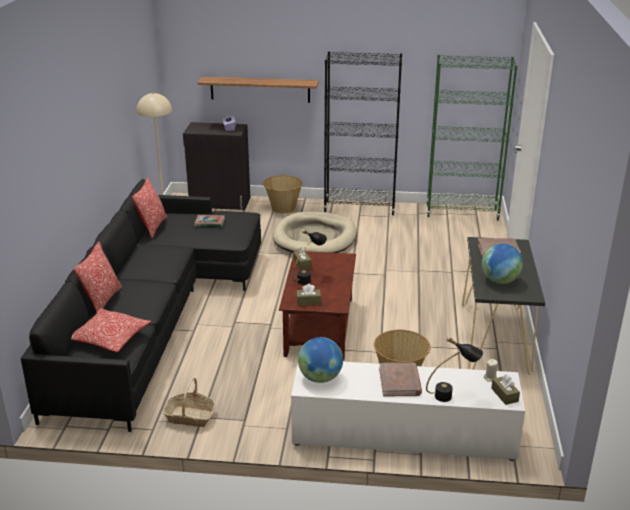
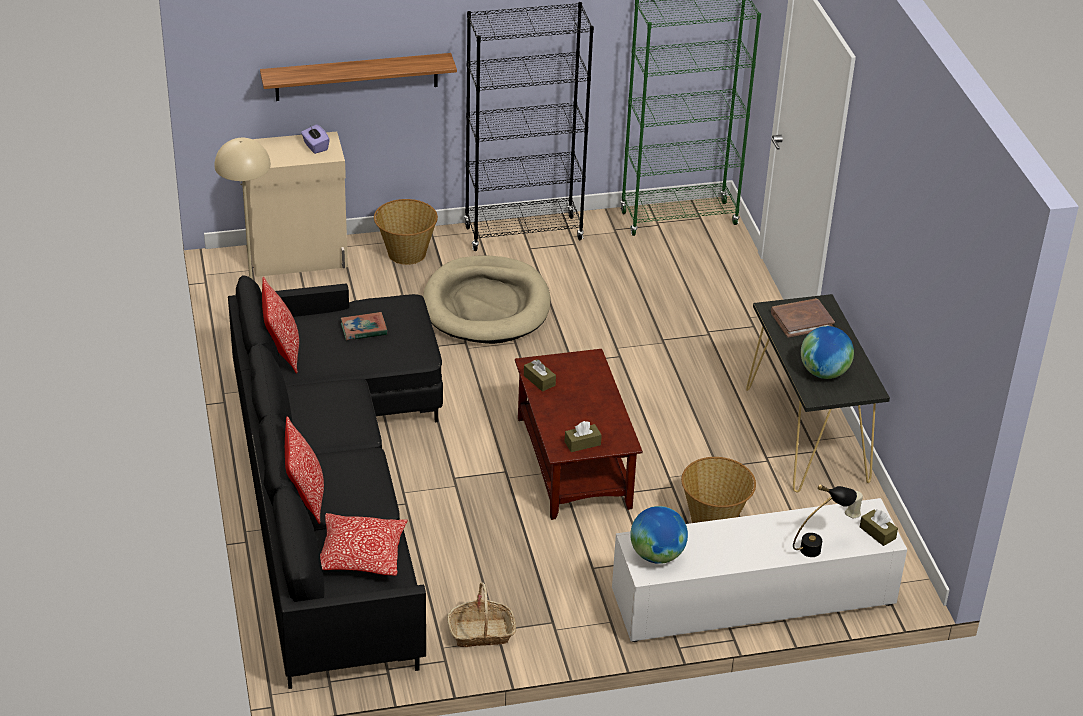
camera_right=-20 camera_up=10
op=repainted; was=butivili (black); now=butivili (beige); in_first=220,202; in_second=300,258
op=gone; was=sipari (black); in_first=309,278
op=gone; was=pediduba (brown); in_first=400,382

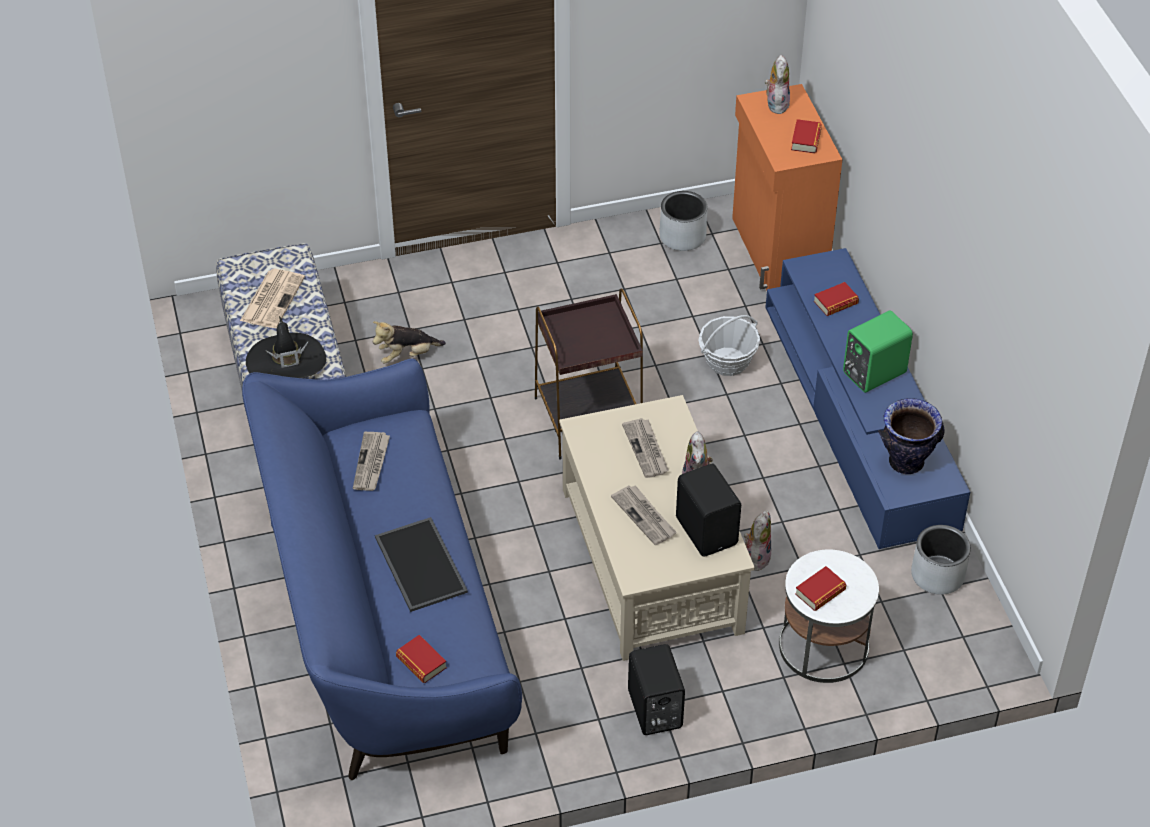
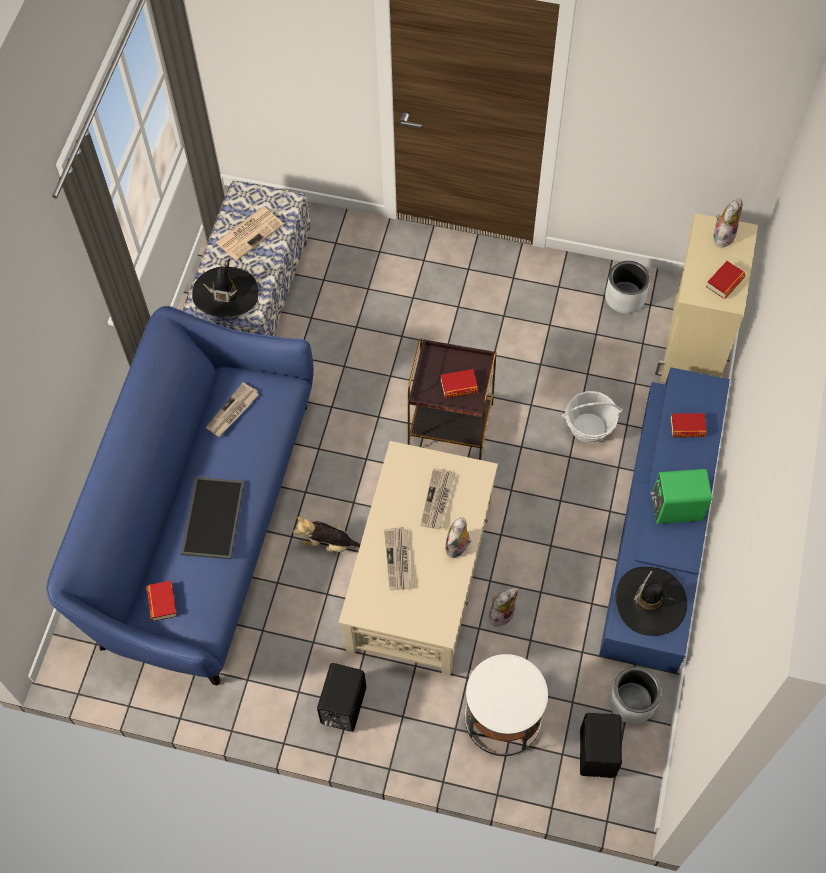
camera_right=30 camera_up=15
op=shifted; was=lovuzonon; in_first=407,355; in_second=329,543
op=shifted; was=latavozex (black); in_first=707,530; in_second=599,752
op=repainted; was=butivili (orange); now=butivili (beige); in_first=777,251; in_second=692,344
op=shifted; was=pediduba; in_first=820,592; in_second=459,386
op=swapped; was=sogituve; now=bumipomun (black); in_first=906,462; in_second=650,602

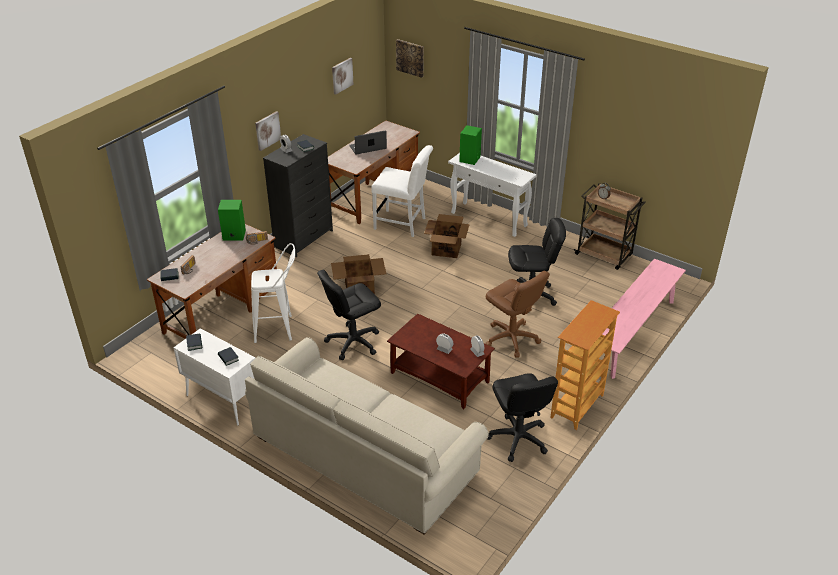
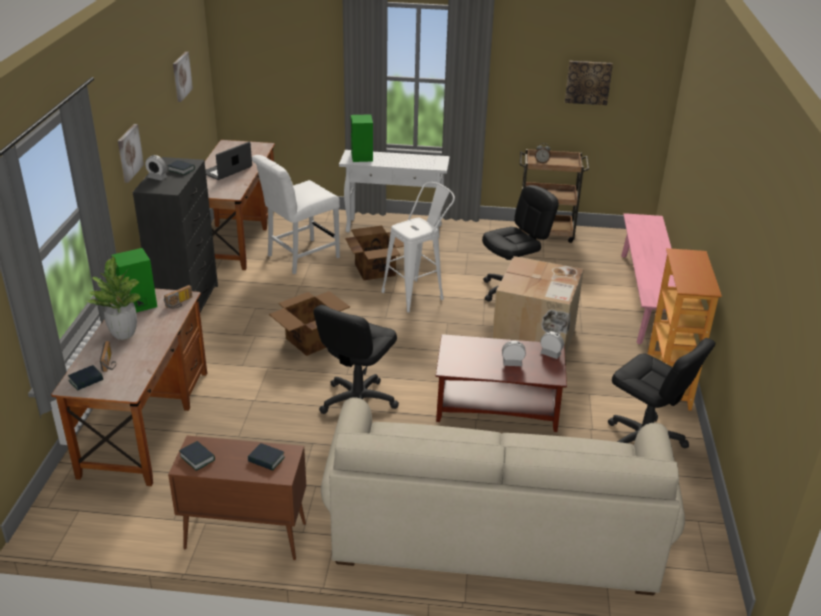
camera_right=-30 camera_up=-5
op=repainted; was=butivili (white); now=butivili (brown); in_first=222,401; in_second=244,536
op=shifted; was=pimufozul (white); in_first=279,329; in_second=418,294
op=rotated; was=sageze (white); in_first=402,224; in_second=299,257; clockwise=150
op=shifted; was=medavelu; in_first=410,57; in_second=588,82
op=swapped; was=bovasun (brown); now=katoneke; in_first=511,339; in_second=534,340
op=new; now=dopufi; in_second=124,334

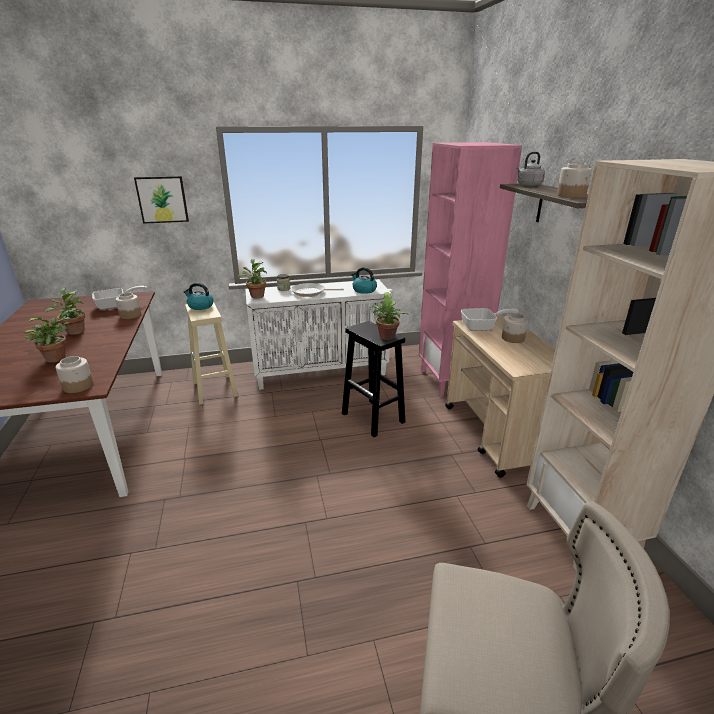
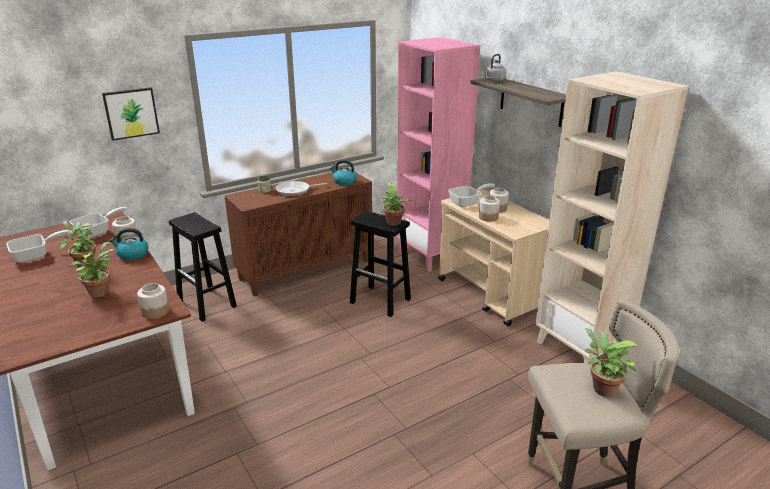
camera_right=-20 camera_up=0
op=shifted; was=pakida; in_first=200,306; in_second=132,254
op=repainted; was=pimufozul (beige); now=pimufozul (black); in_first=215,389; in_second=207,304
op=shifted; was=dopufi; in_first=256,295; in_second=601,388
op=repainted; was=butivili (white); now=butivili (brown); in_first=321,372; in_second=306,269
op=shifted; was=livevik; in_first=571,196; in_second=488,217
op=new; now=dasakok; in_second=36,255

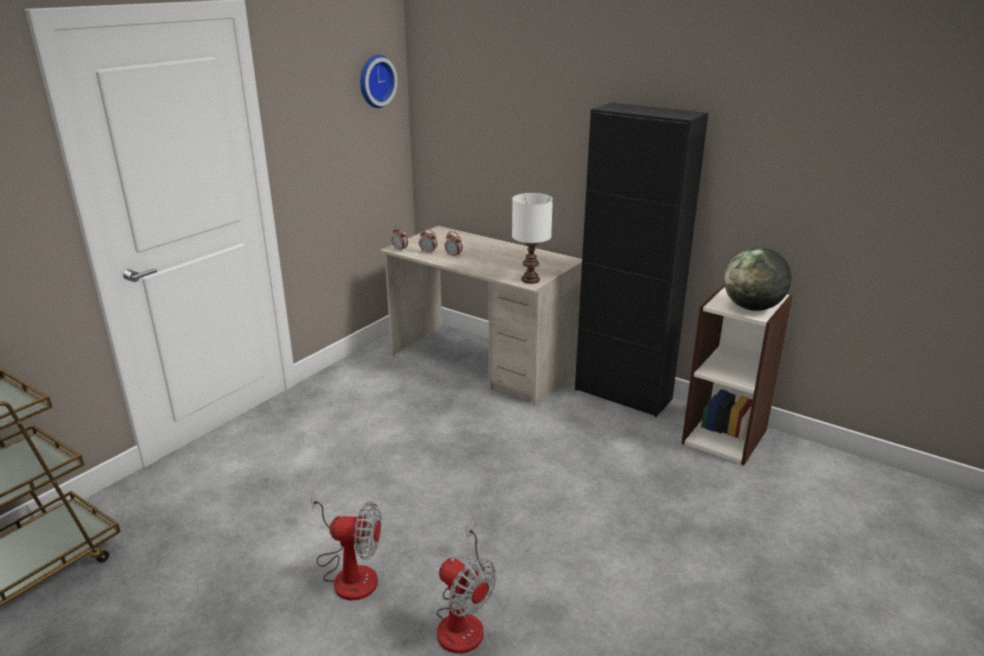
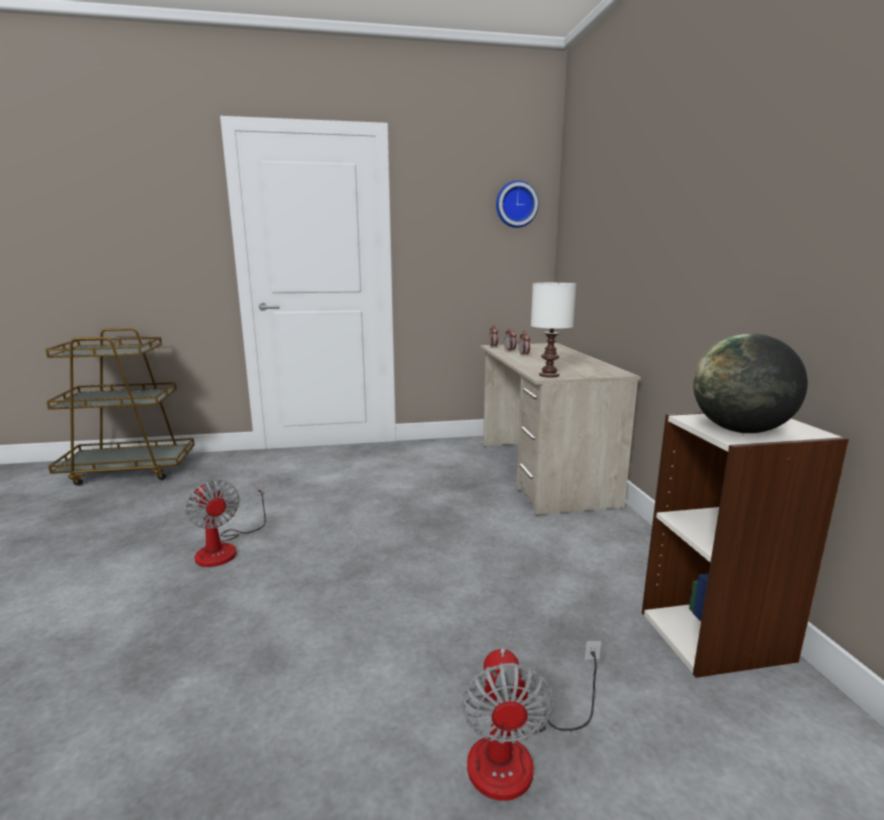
camera_right=45 camera_up=-10
op=shifted; was=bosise; in_first=463,619; in_second=518,753
op=gone; was=butivili (black); in_first=623,394

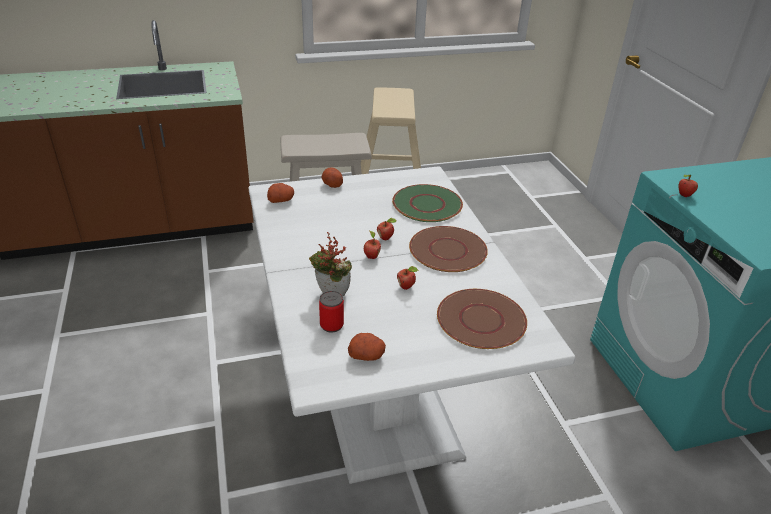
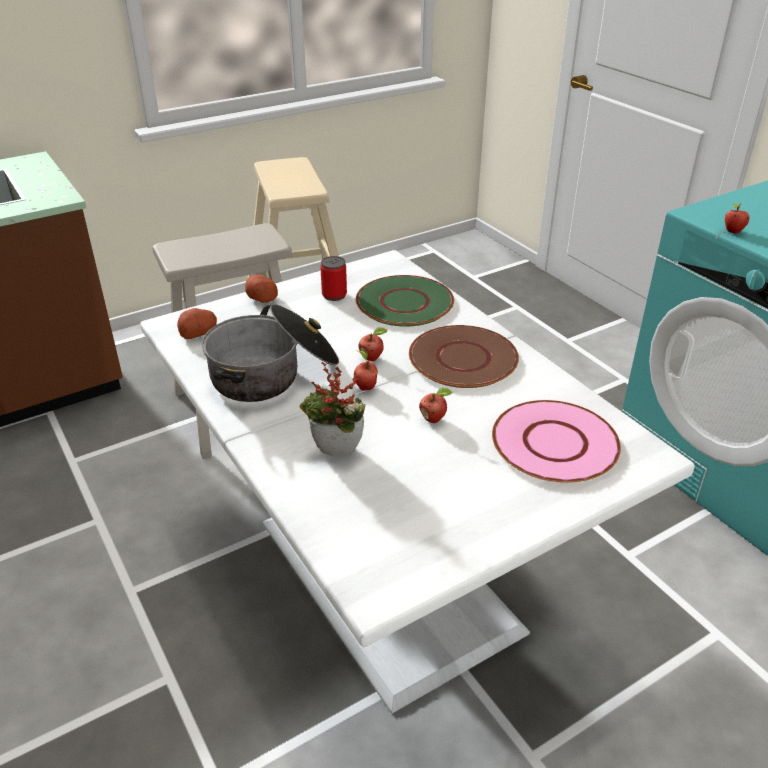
camera_right=-15 camera_up=0
op=shifted; was=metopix; in_first=331,325; in_second=334,295
op=gone; was=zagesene; in_first=367,355
op=repainted; was=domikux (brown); now=domikux (pink); in_first=481,320; in_second=555,443
op=new; now=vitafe; in_second=274,373

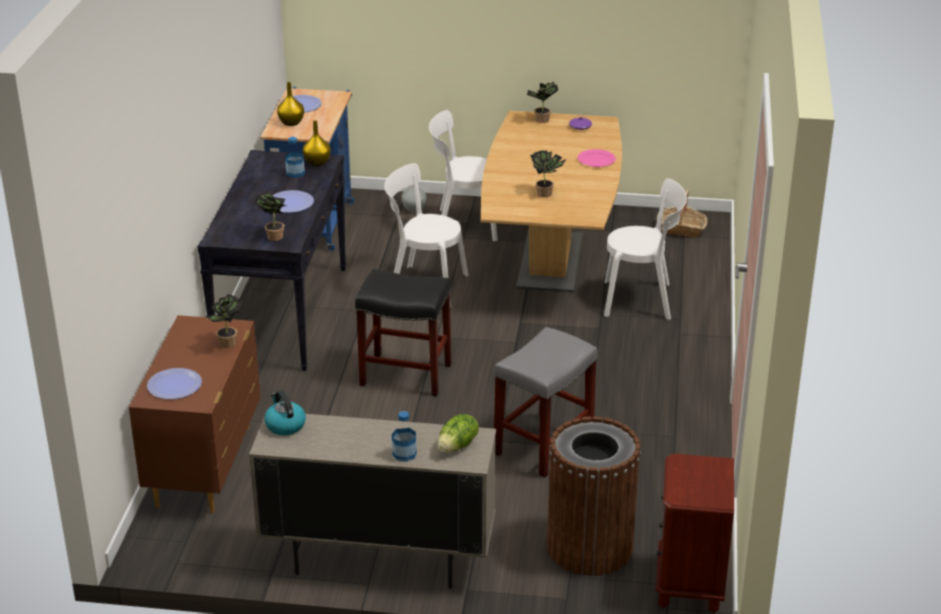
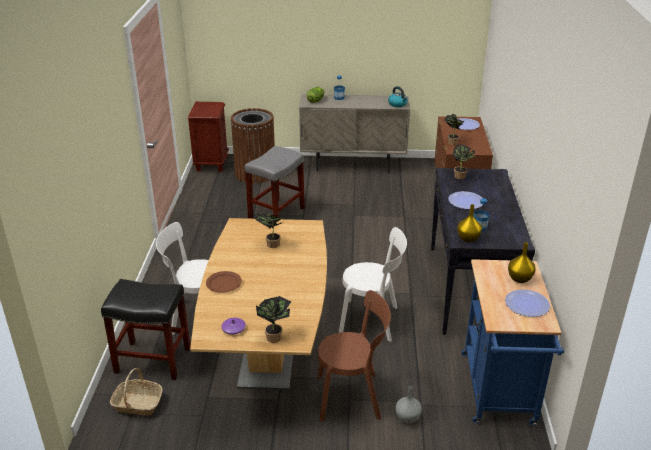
camera_right=175 camera_up=0
op=shifted; was=pimufozul (black); in_first=407,374; in_second=152,360
op=repainted; was=sageze (white); now=sageze (brown); in_first=463,224; in_second=352,397
op=repainted; was=domikux (pink); now=domikux (brown); in_first=596,160; in_second=224,283

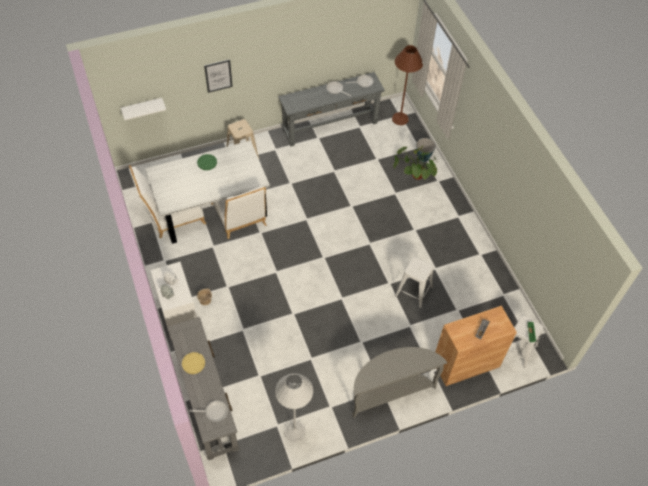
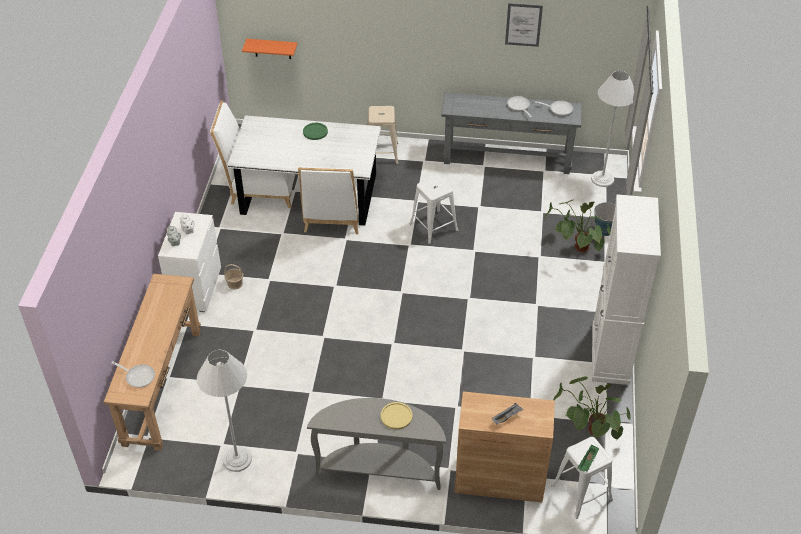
camera_right=30 camera_up=-10
op=repainted; was=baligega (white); now=baligega (orange); in_first=142,108; in_second=272,48
op=repainted; was=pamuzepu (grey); now=pamuzepu (brown); in_first=207,401; in_second=163,386
op=shifted; was=domikux (yellow); in_first=193,363; in_second=396,416
op=shifted; was=medavelu; in_first=218,76; in_second=523,24
op=repainted; was=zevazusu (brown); now=zevazusu (white); in_first=400,119; in_second=602,179
op=shifted; was=pimufozul (white); in_first=413,291; in_second=433,227
op=new; now=dopufi; in_second=588,432
op=new; now=butivili (white); in_second=610,354

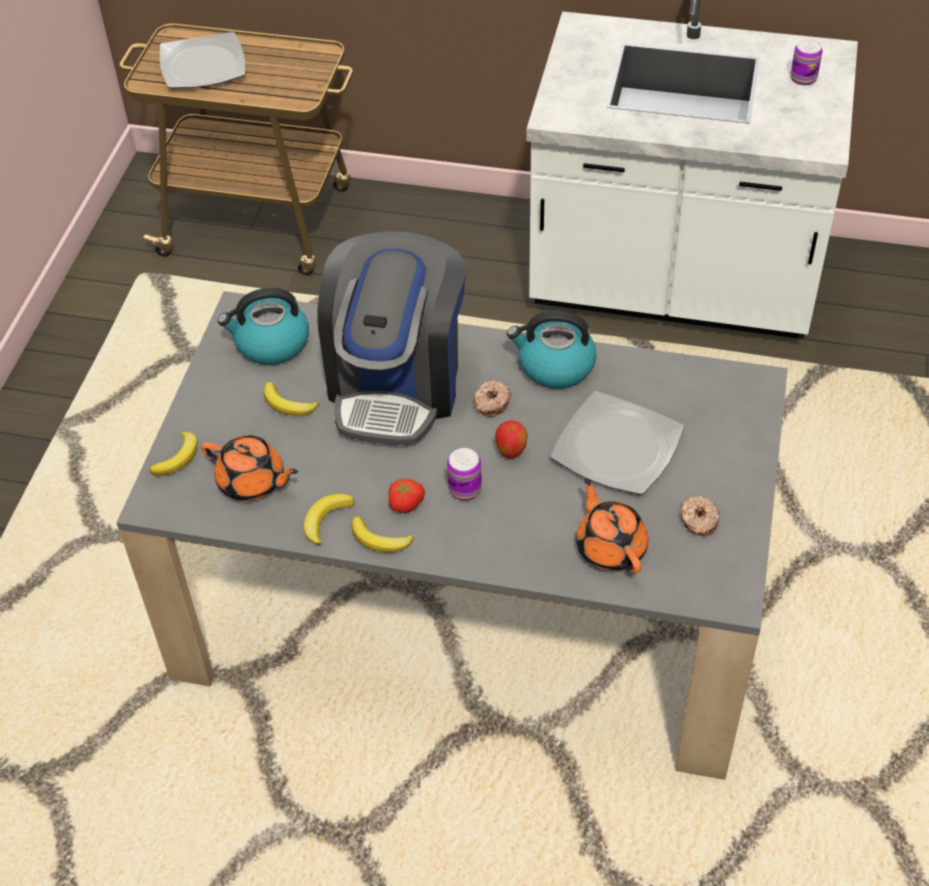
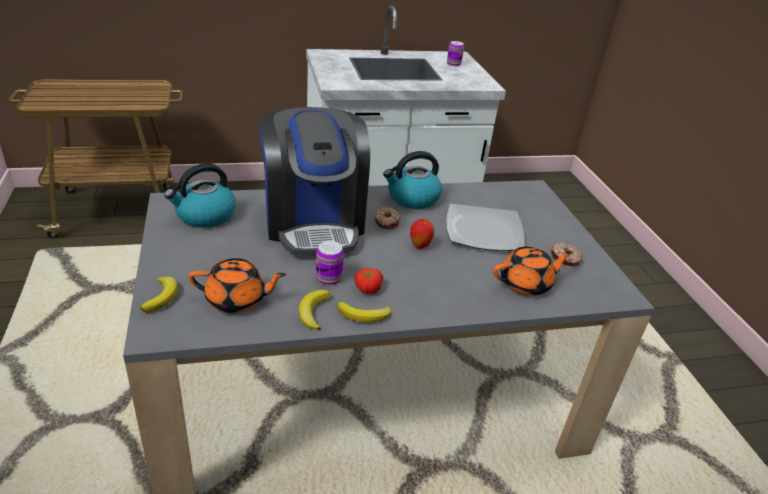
camera_right=-30 camera_up=-15
op=gone; was=domikux; in_first=202,65
op=gone; was=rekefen; in_first=288,404
op=shifted; was=metopix; in_first=465,489; in_second=329,278
op=rotated; was=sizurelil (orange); in_first=610,547; in_second=526,284; clockwise=120

